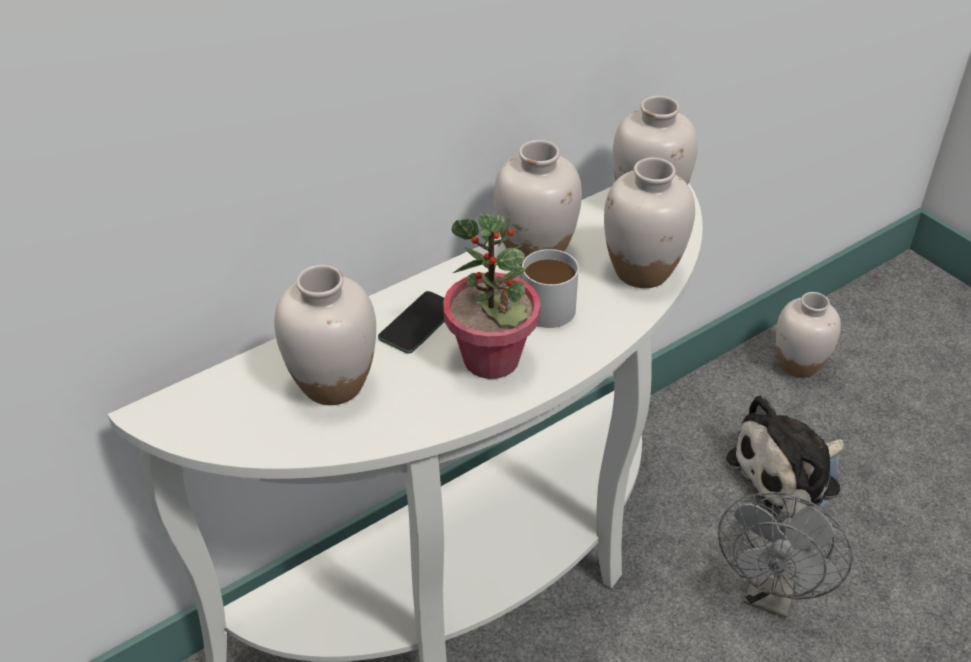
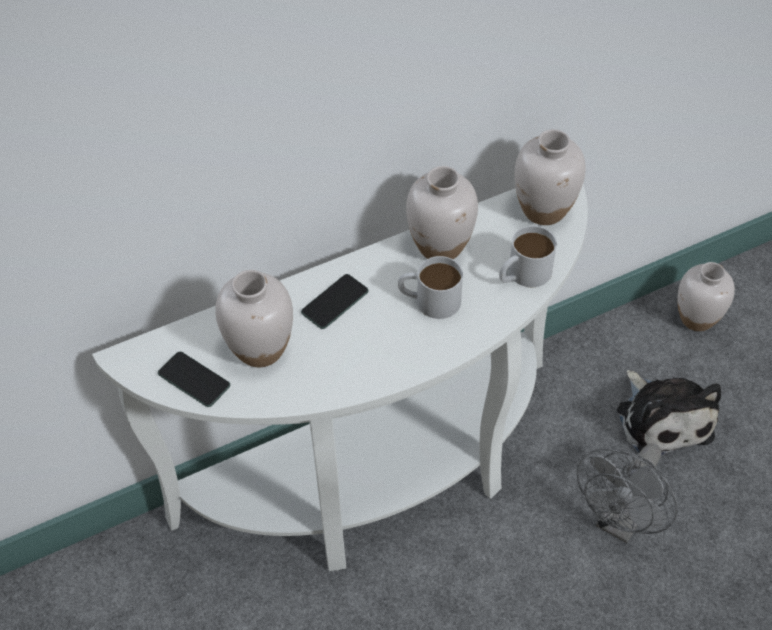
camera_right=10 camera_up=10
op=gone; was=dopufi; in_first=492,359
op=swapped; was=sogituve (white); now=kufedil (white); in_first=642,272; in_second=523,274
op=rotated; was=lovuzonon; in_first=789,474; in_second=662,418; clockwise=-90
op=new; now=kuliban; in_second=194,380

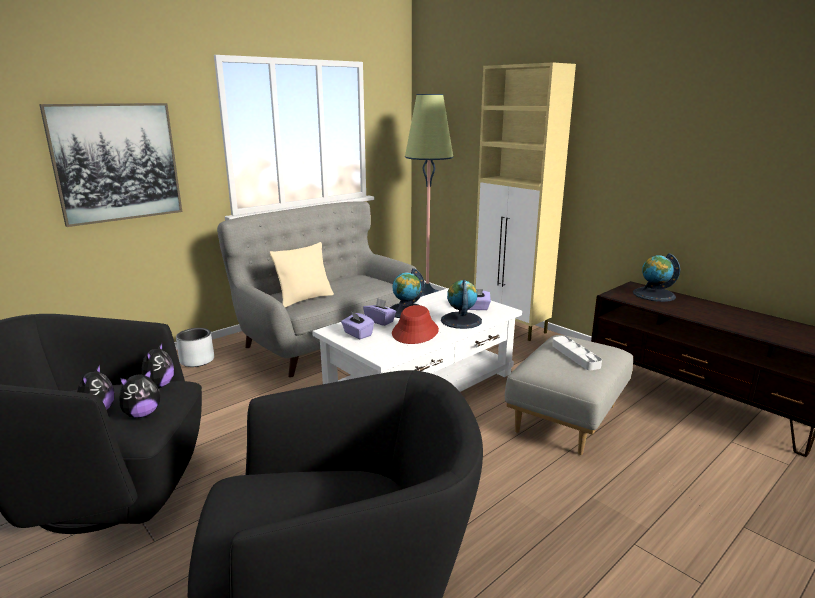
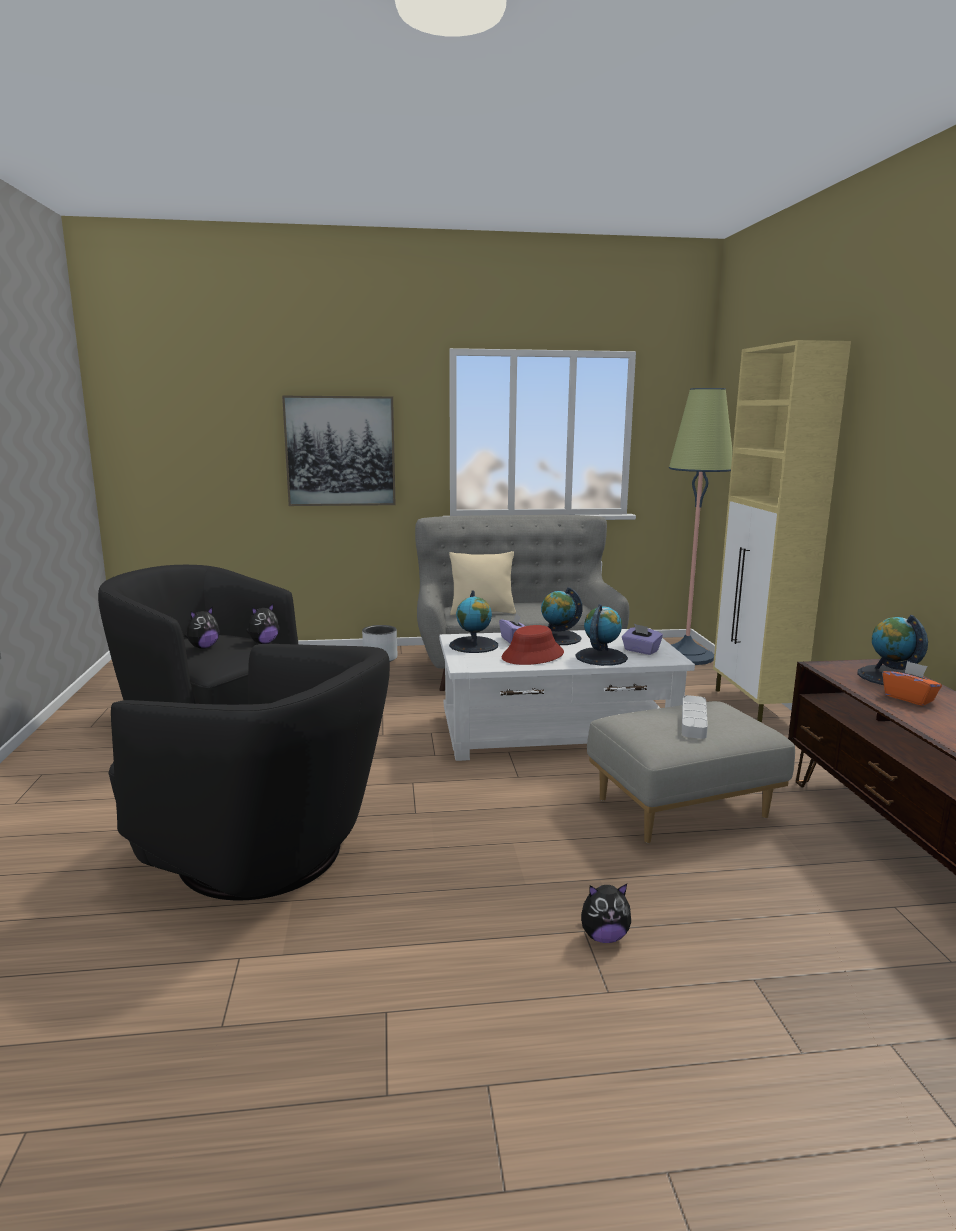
camera_right=35 camera_up=-5
op=shifted; was=lovuzonon; in_first=142,414; in_second=604,937
op=swapped; was=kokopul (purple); now=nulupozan; in_first=357,334; in_second=474,645
op=new; now=kokopul (orange); in_second=909,698

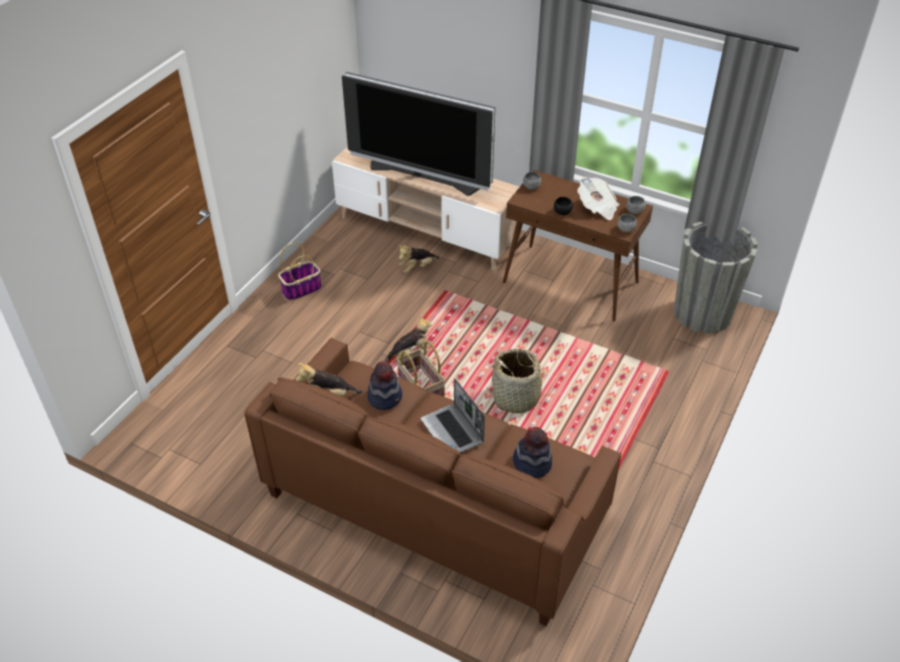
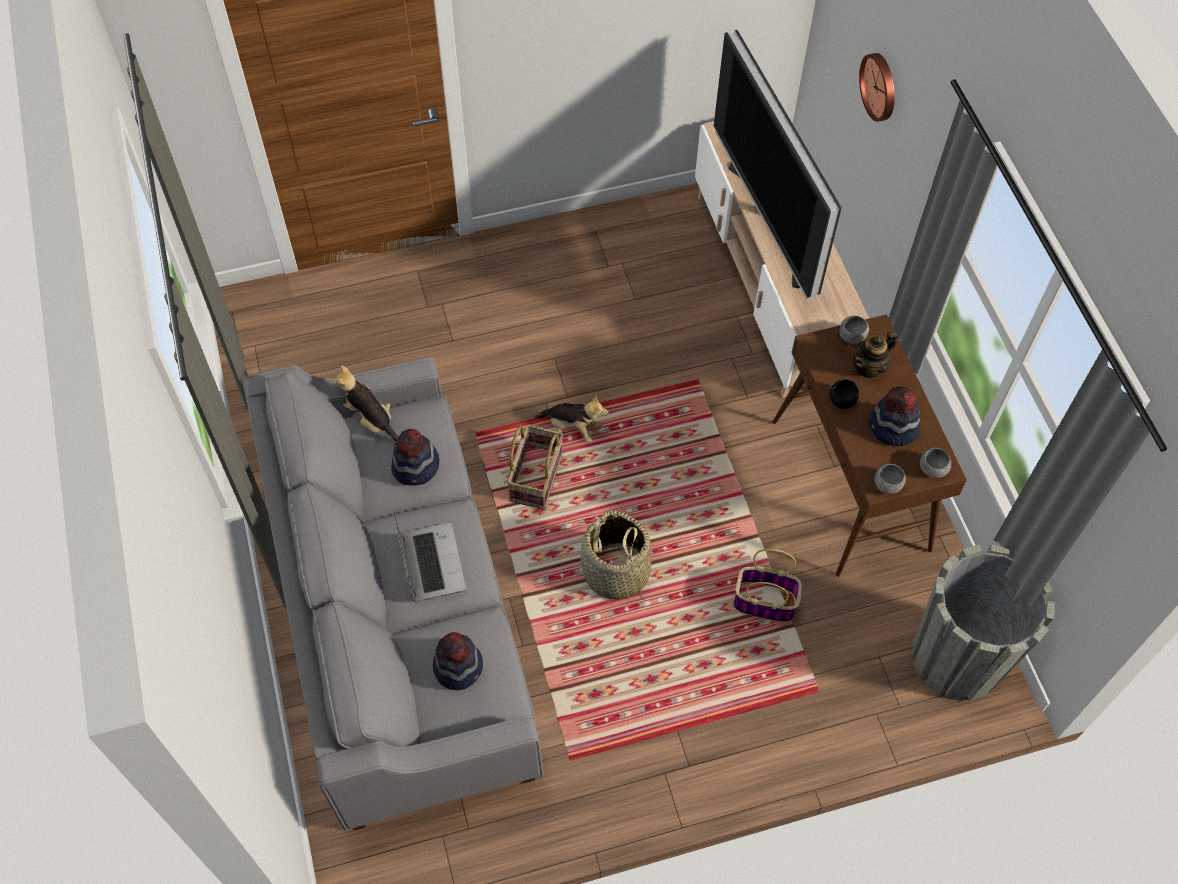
camera_right=45 camera_up=15
op=repainted; was=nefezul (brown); now=nefezul (grey); in_first=433,506; in_second=401,615
op=shifted; was=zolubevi; in_first=302,289; in_second=765,602
op=gone; was=lovuzonon; in_first=417,267
op=rotated; was=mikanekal; in_first=453,431; in_second=430,562; clockwise=150
op=swapped; was=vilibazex; now=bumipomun; in_first=597,207; in_second=892,428
op=new; now=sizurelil; in_second=869,368
op=new; now=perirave; in_second=880,86

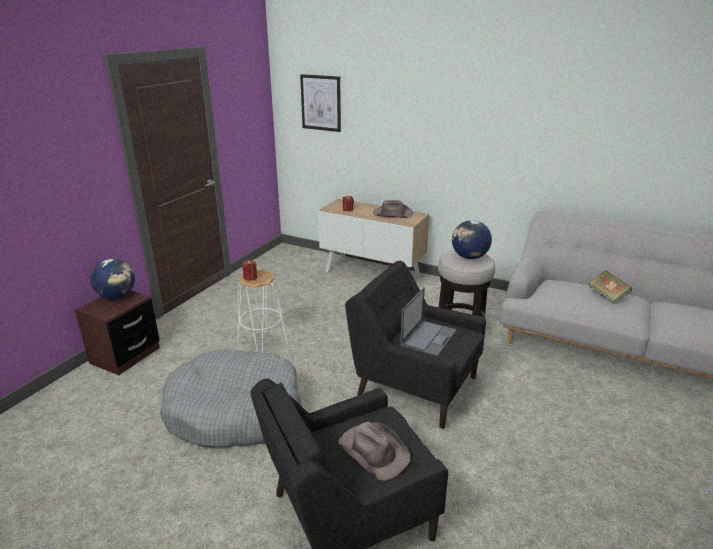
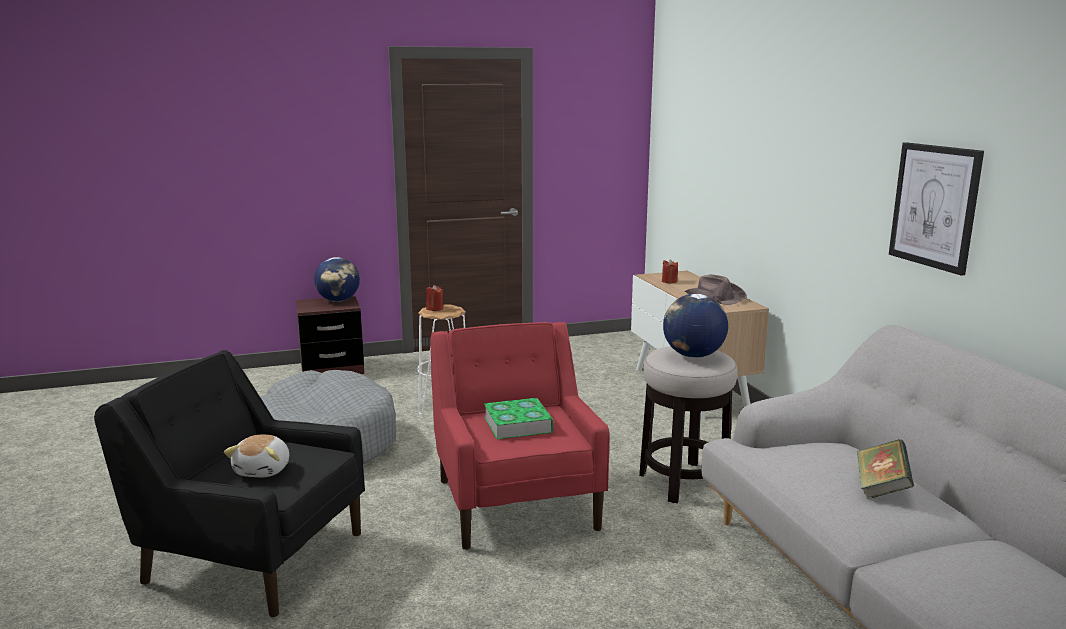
camera_right=45 camera_up=-10
op=shifted; was=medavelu; in_first=321,103; in_second=934,206
op=swapped; was=bumipomun (brown); now=lovuzonon; in_first=373,451; in_second=264,470
op=repainted; was=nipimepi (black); now=nipimepi (red); in_first=415,385; in_second=516,502
op=swapped; was=mikanekal; now=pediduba; in_first=428,337; in_second=518,424

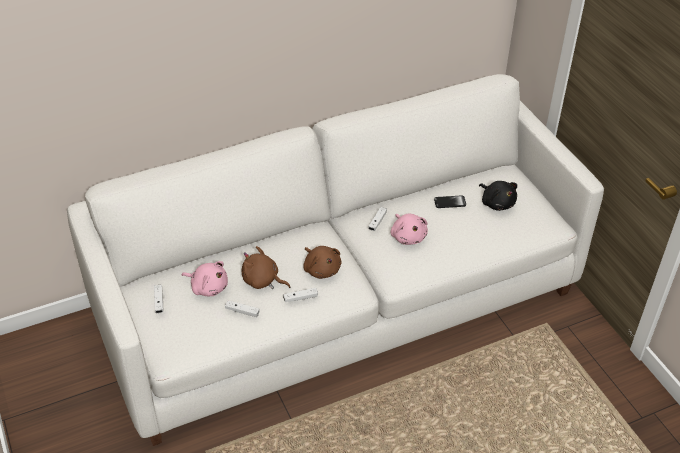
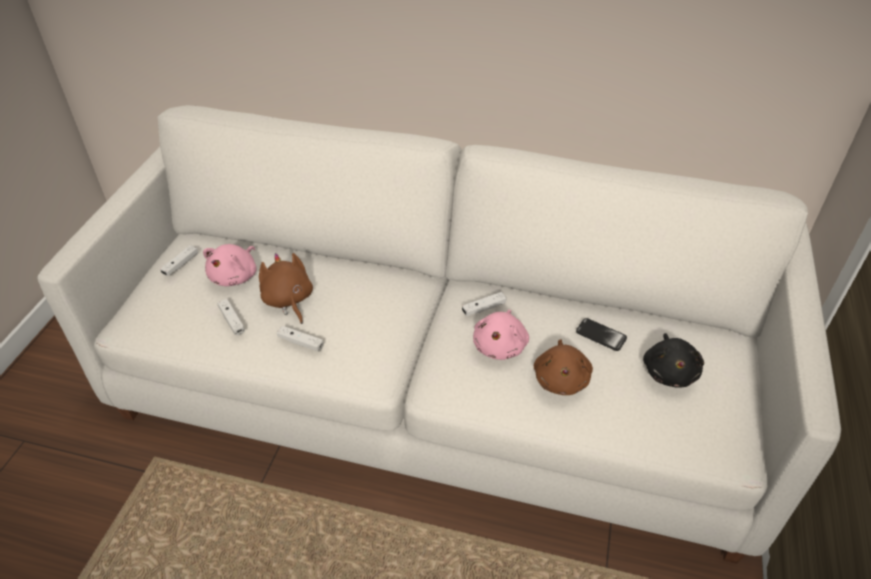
camera_right=40 camera_up=0
op=rotated; was=lovuzonon (pink); in_first=208,287; in_second=235,276; clockwise=45
op=shifted; was=lovuzonon (brown); in_first=321,269; in_second=561,379

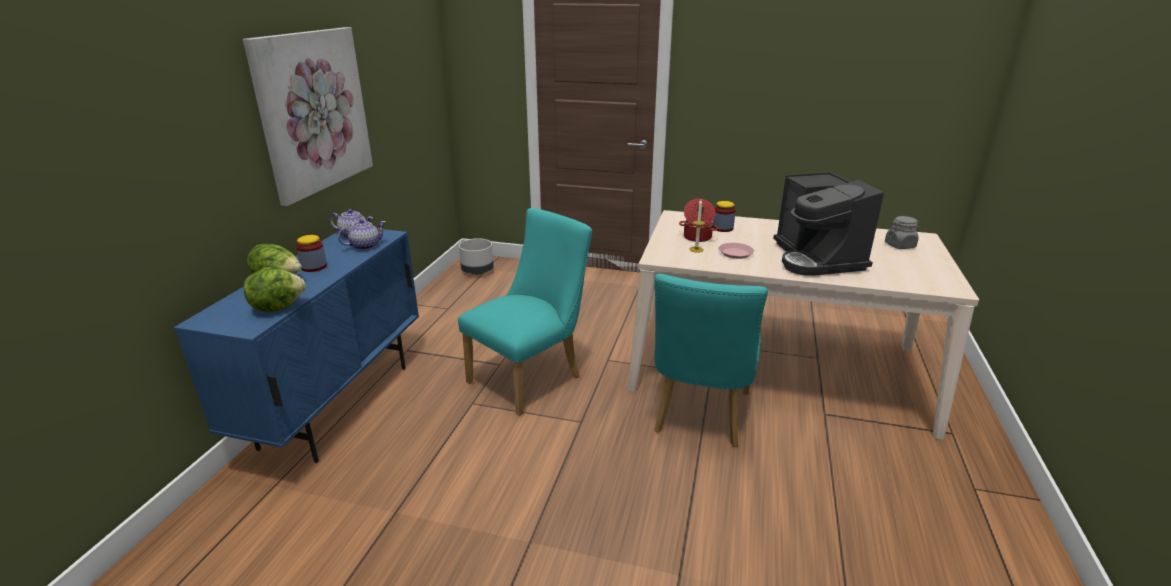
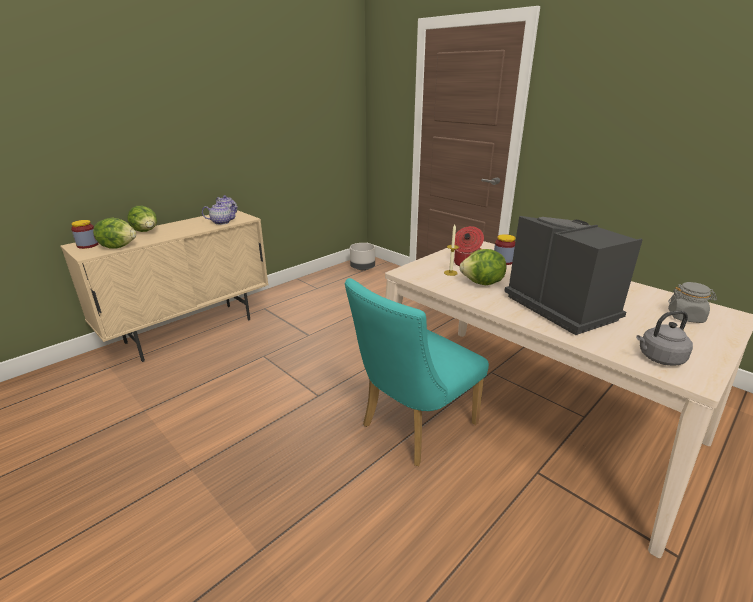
camera_right=30 camera_up=0
op=repainted; was=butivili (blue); now=butivili (beige); in_first=338,405; in_second=191,331
op=gone; was=medavelu; in_first=314,112
op=shifted; was=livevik; in_first=314,267; in_second=87,245
op=gone; was=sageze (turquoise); in_first=531,377
op=swapped; was=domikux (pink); now=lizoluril; in_first=735,253; in_second=482,283
op=rotated; was=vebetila; in_first=816,259; in_second=560,306; clockwise=135
op=new; now=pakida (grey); in_second=659,358

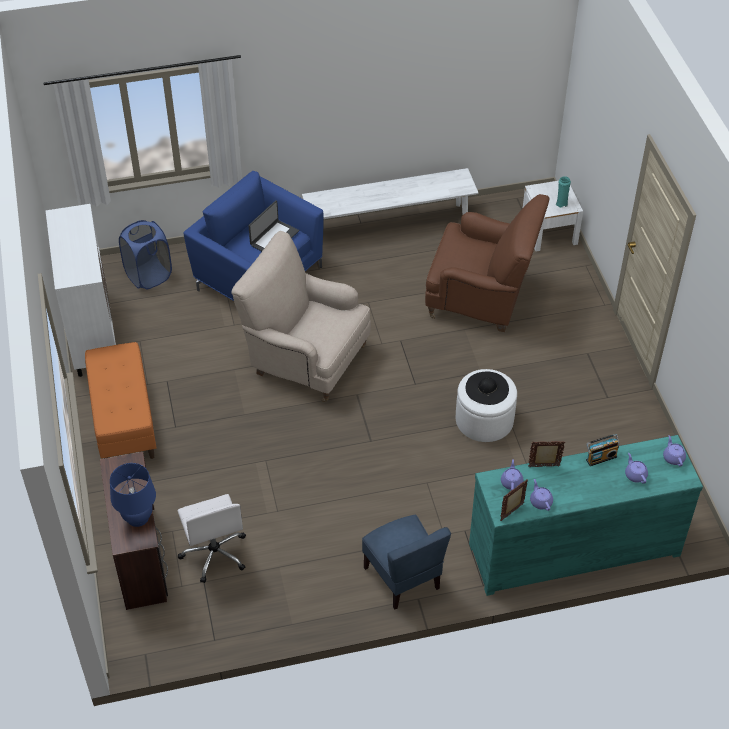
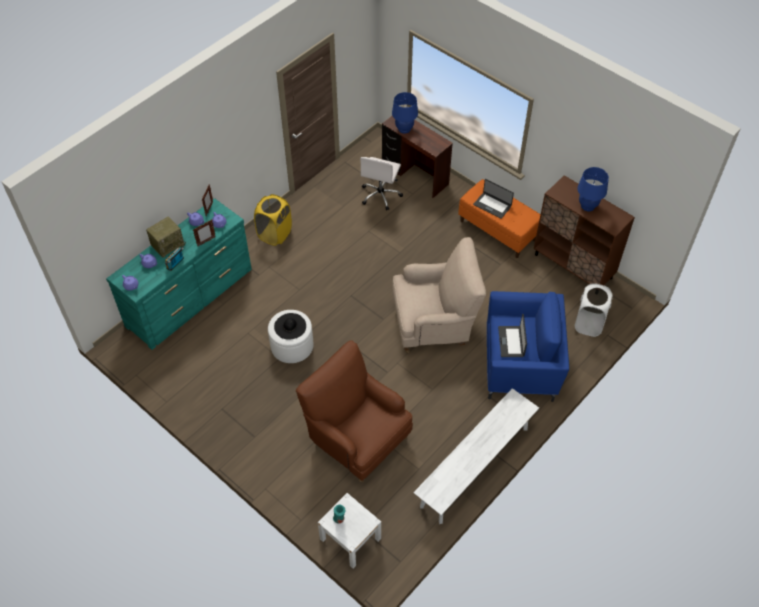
camera_right=145 camera_up=5
op=repainted; was=butivili (white); now=butivili (brown); in_first=92,335; in_second=573,266
op=repainted; was=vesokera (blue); now=vesokera (white); in_first=148,276; in_second=589,323
op=rotated; was=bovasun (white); in_first=215,553; in_second=380,195; clockwise=-105
op=swapped; was=sageze (blue); now=vesokera (yellow); in_first=403,577; in_second=275,234
op=rotated; was=nipimepi (brown); in_first=481,299; in_second=357,438; clockwise=60
op=new; now=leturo; in_second=168,244
op=new; now=mikanekal; in_second=492,205
op=new; now=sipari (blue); in_second=588,206

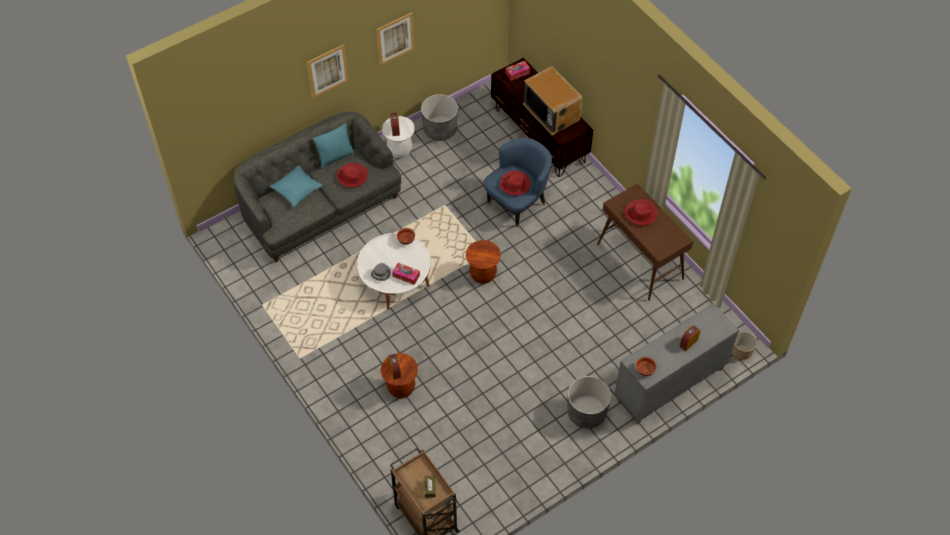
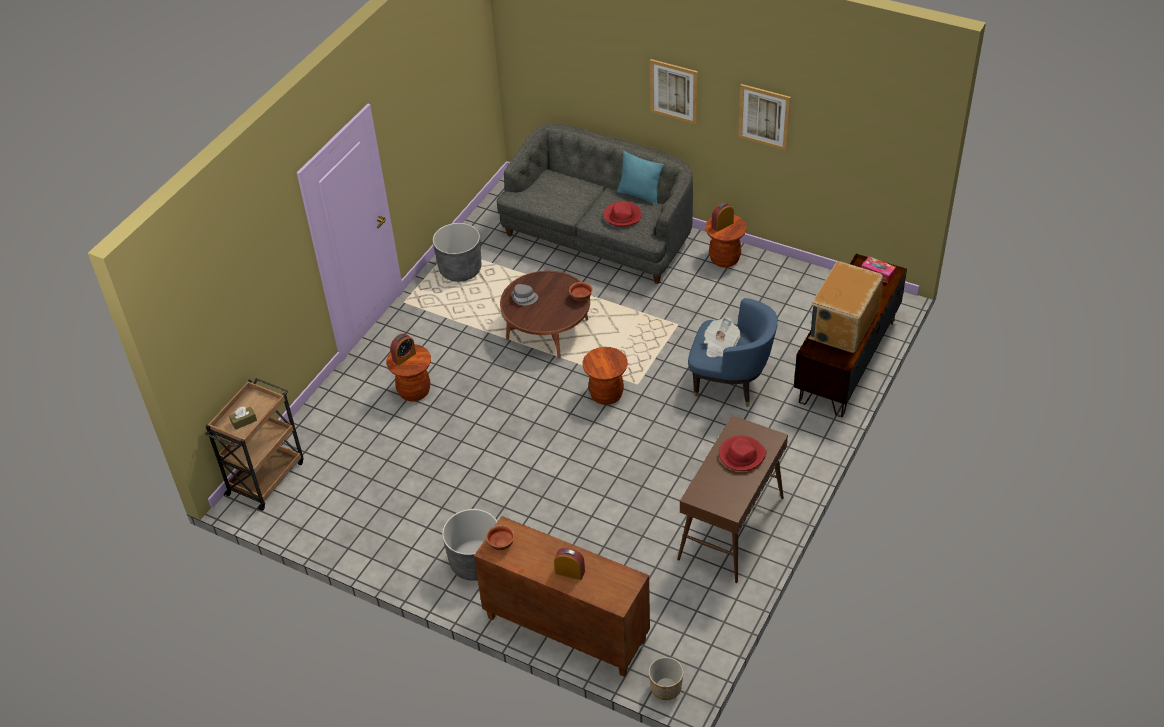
camera_right=65 camera_up=-10
op=gone; was=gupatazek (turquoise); in_first=296,189
op=repainted; was=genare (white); now=genare (brown); in_first=395,281; in_second=547,329
op=repainted; was=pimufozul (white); now=pimufozul (brown); in_first=399,150; in_second=724,259
op=gone; was=kokopul; in_first=406,276
op=shifted; was=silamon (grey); in_first=440,130; in_second=460,270
op=swapped; was=bumipomun (red); now=vilibazex; in_first=515,184; in_second=720,346
op=repainted; was=butivili (grey); now=butivili (brown); in_first=670,385; in_second=564,629

